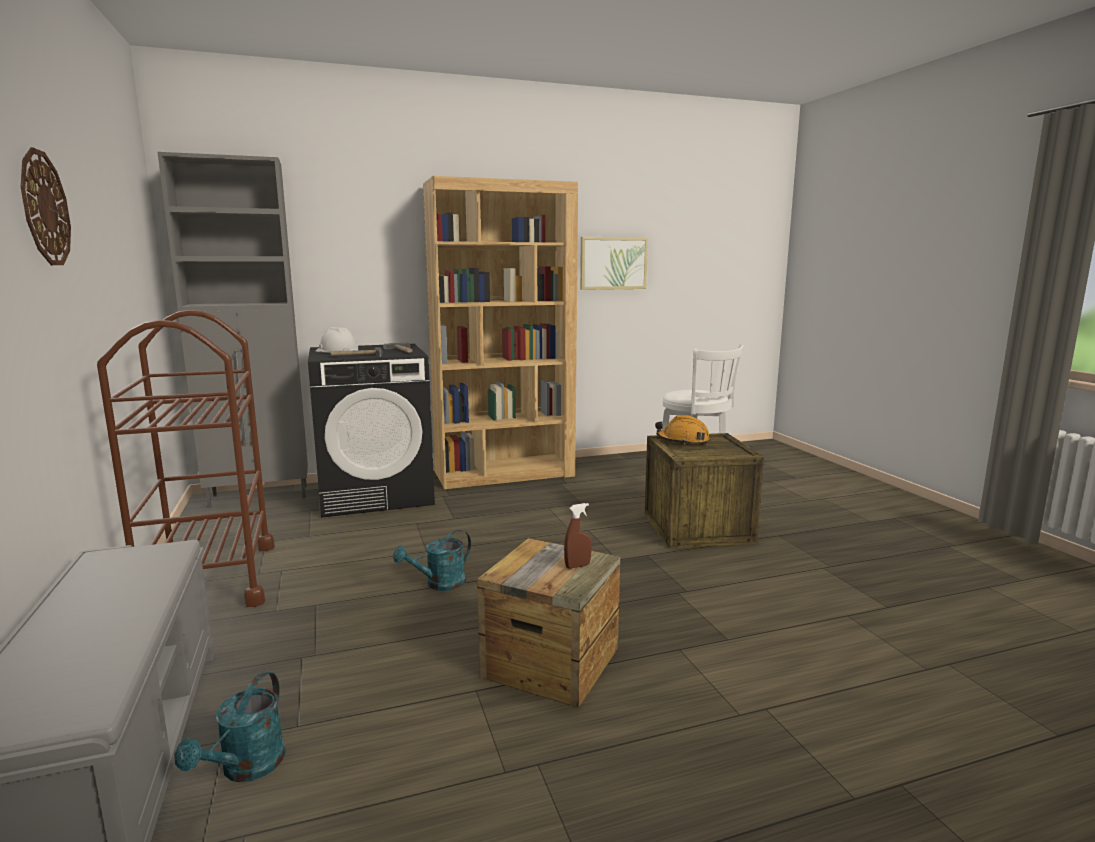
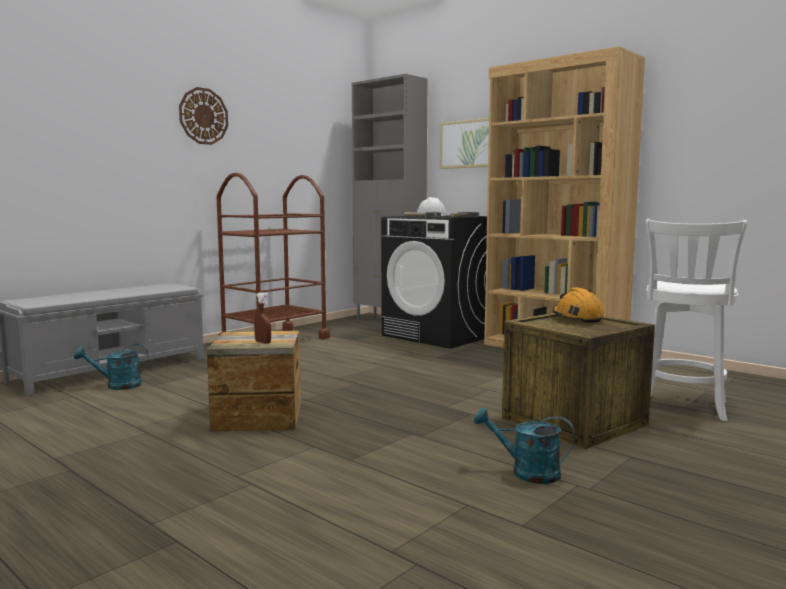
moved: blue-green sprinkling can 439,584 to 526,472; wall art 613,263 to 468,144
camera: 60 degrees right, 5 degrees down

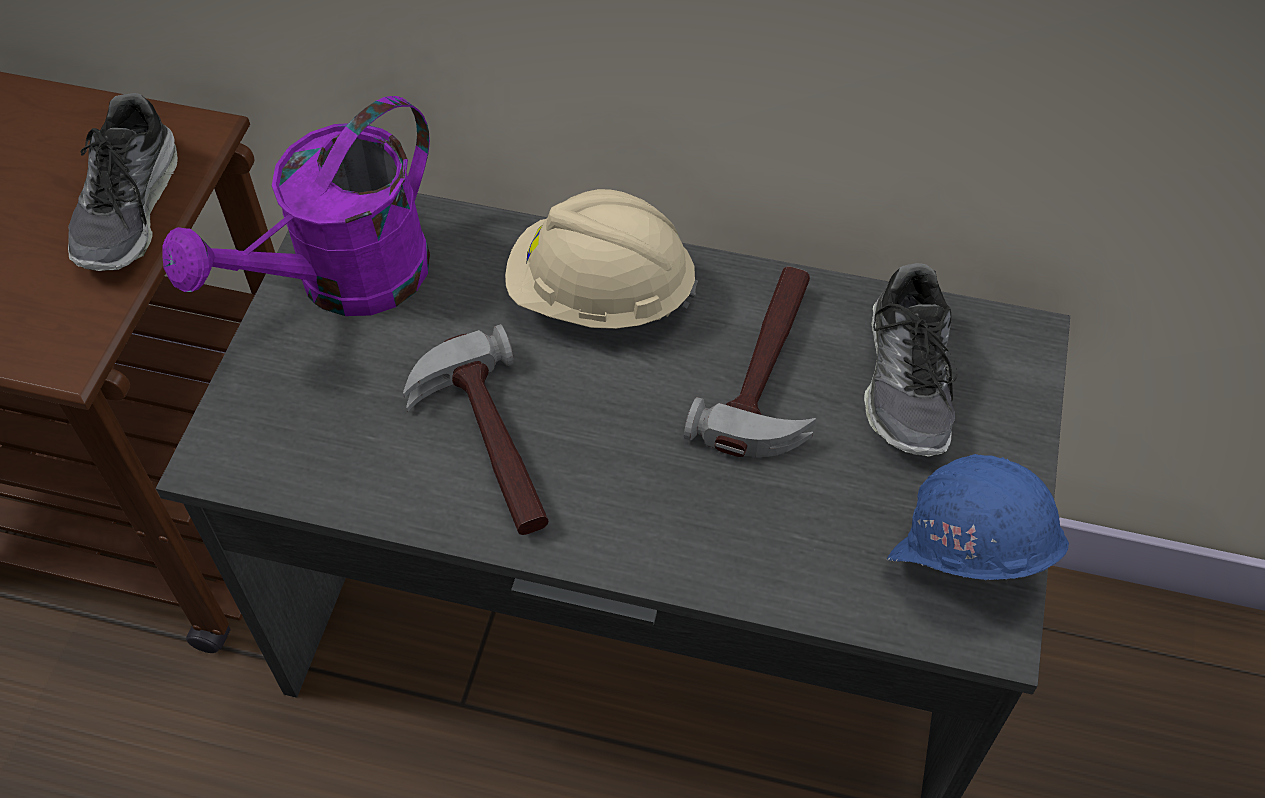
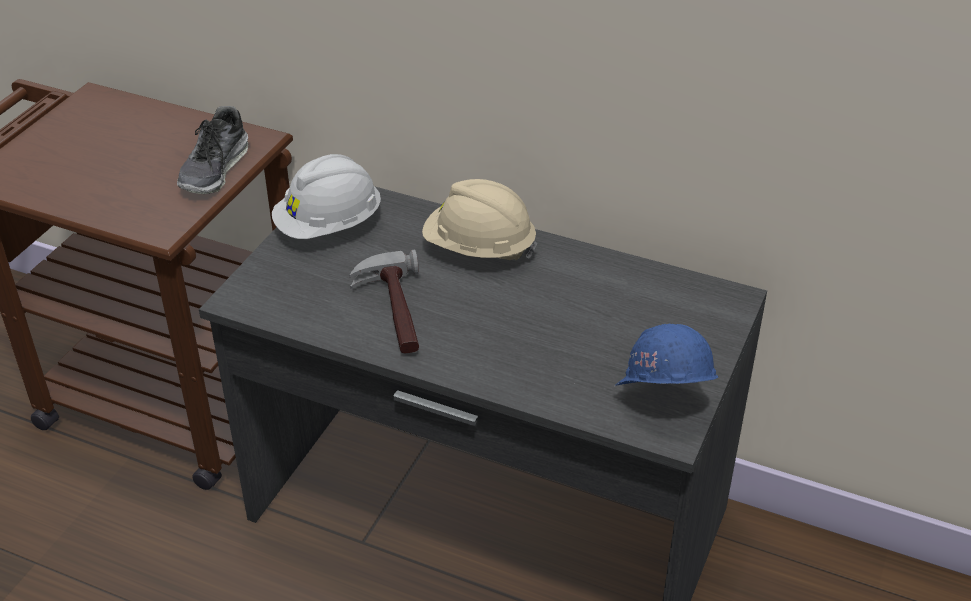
removed: hammer 772,373; item of footwear 907,381
replaced: purplish sprinkling can 344,283 to whitish hard hat 329,226
camera: 10 degrees right, 15 degrees down

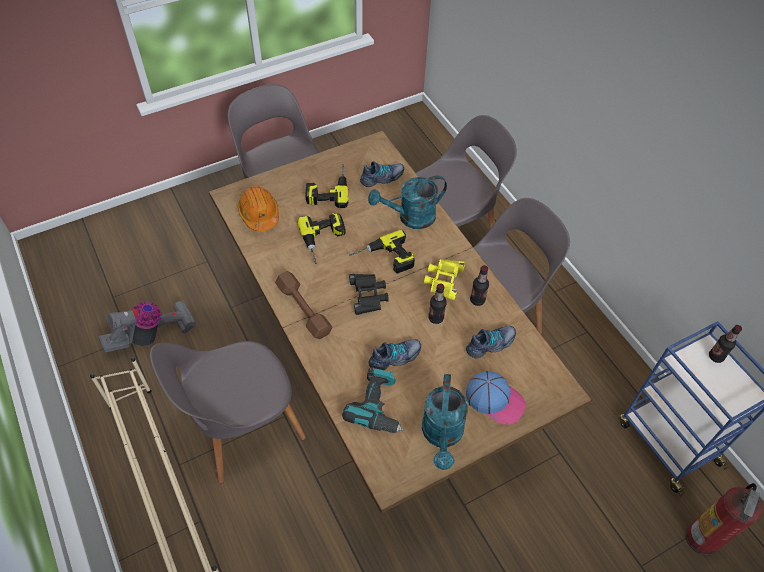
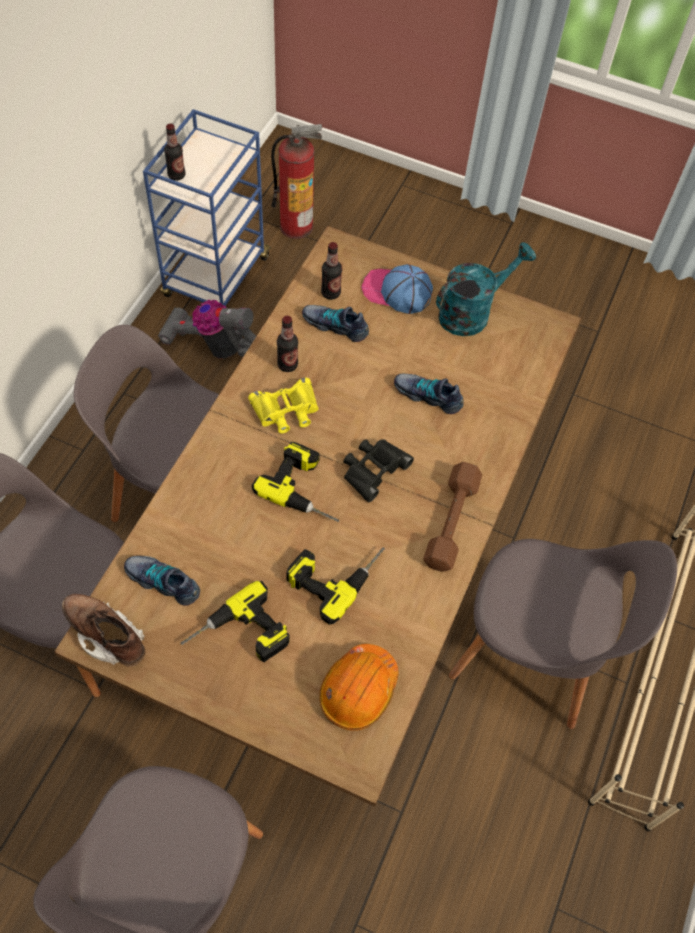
removed: power drill 378,406; blue-green sprinkling can 410,218
added: brown-coloured tall boot 106,635
moved: vacuum cleaner 152,336 to 216,346; bottle 436,318 to 330,293
turned: baseball cap 495,400 = 396,292 60 degrees counterclockwise
camera: 130 degrees left, 5 degrees up

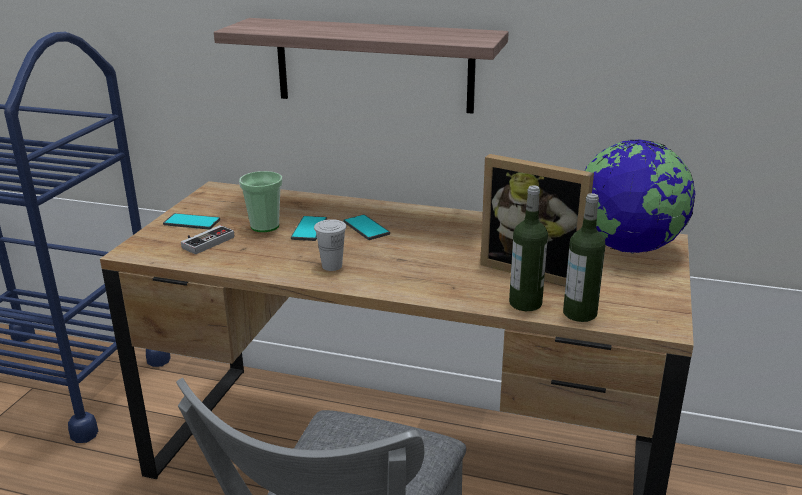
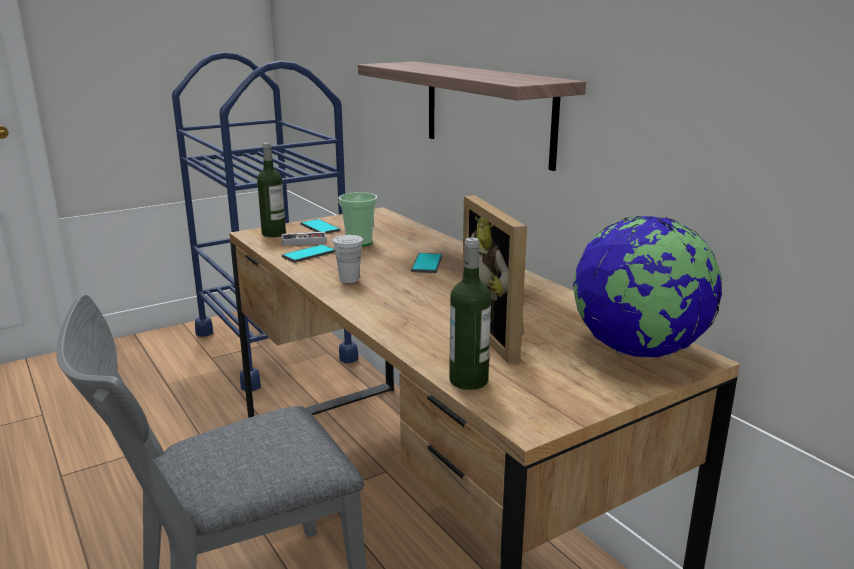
moved: phone 309,229 to 309,254; bottle 525,303 to 273,233
camera: 40 degrees right, 5 degrees down

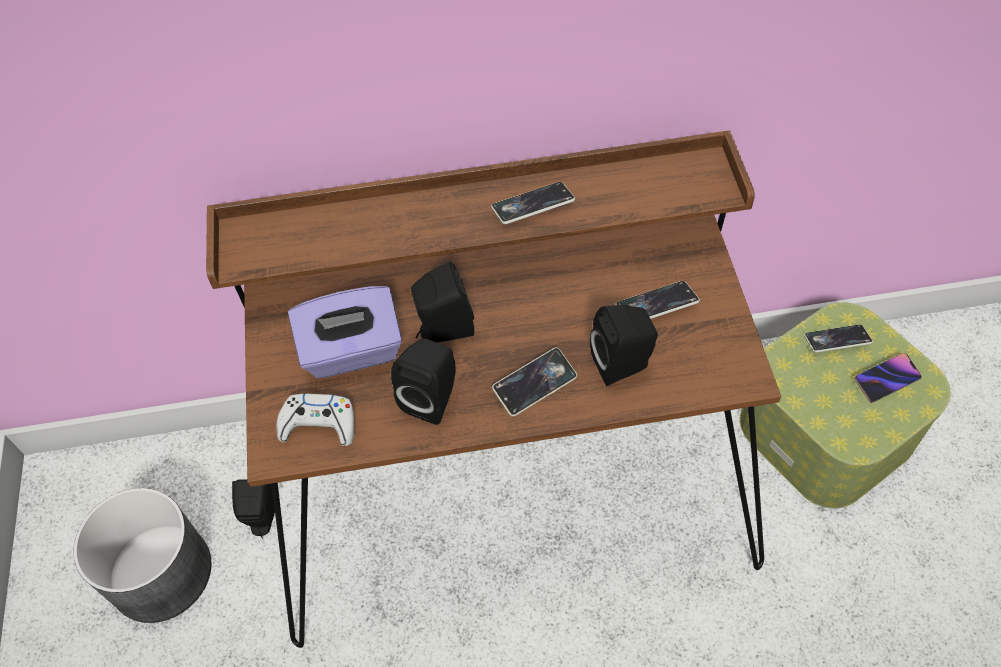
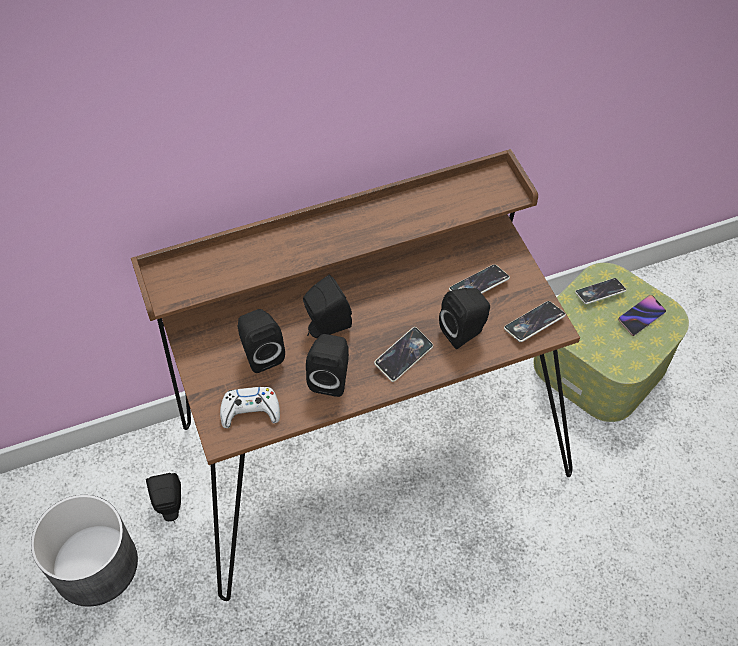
moved: phone 533,206 to 534,323
replaced: purplish box of tissues 352,352 to black audio speaker 261,353
camera: 15 degrees left, 0 degrees up

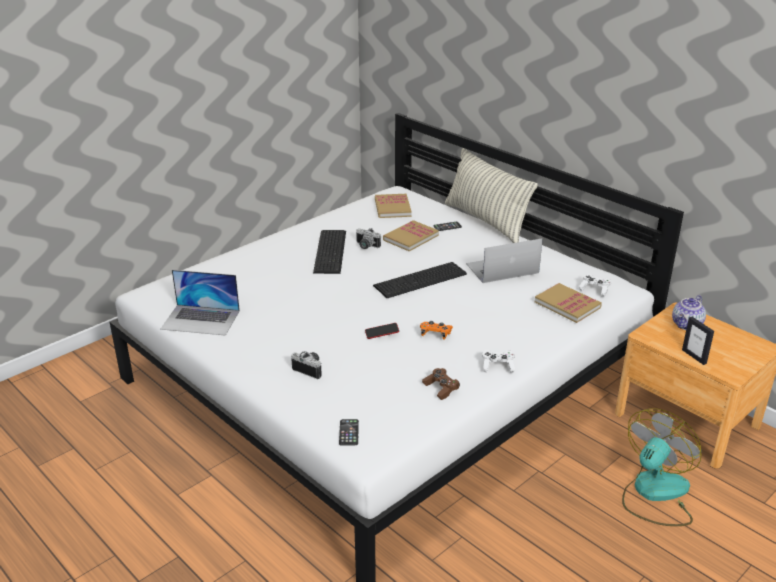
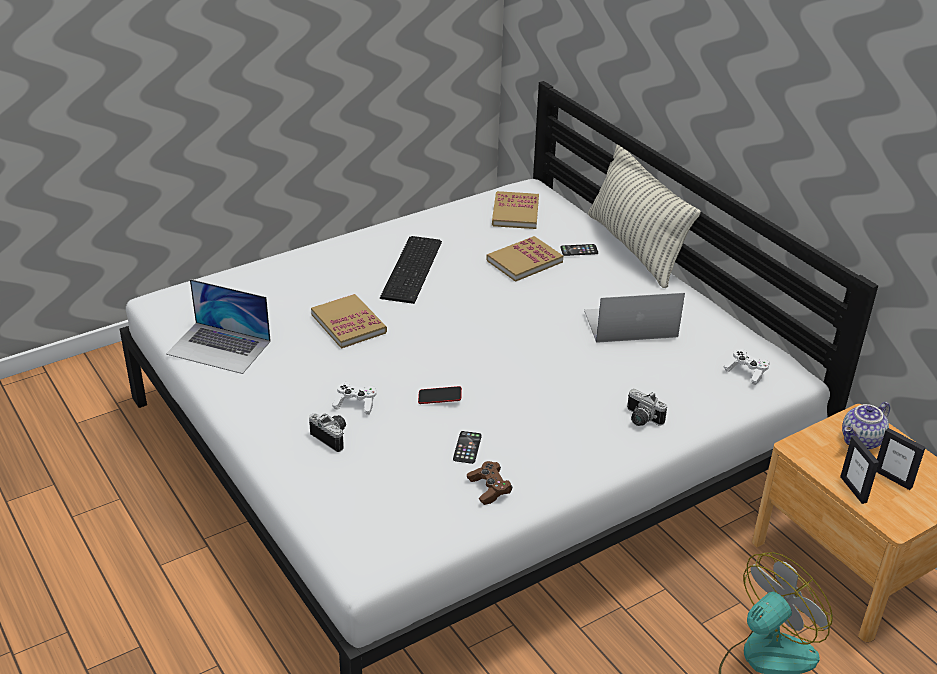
removed: keyboard 422,280; orangey joypad 435,334
added: standing frame 893,478
moved: phone 349,432 to 467,447; photo camera 366,246 to 641,419; whitish joypad 497,366 to 355,404; volume 567,305 to 348,323
camera: 10 degrees right, 5 degrees up

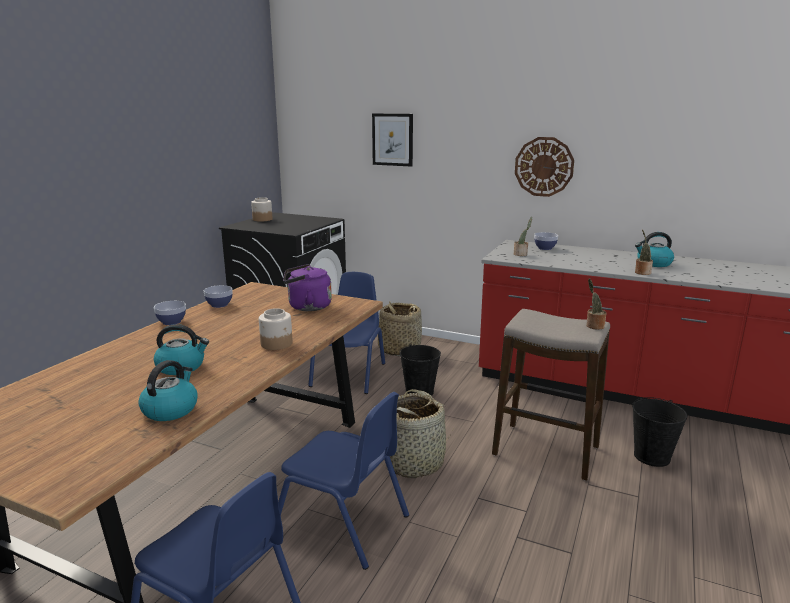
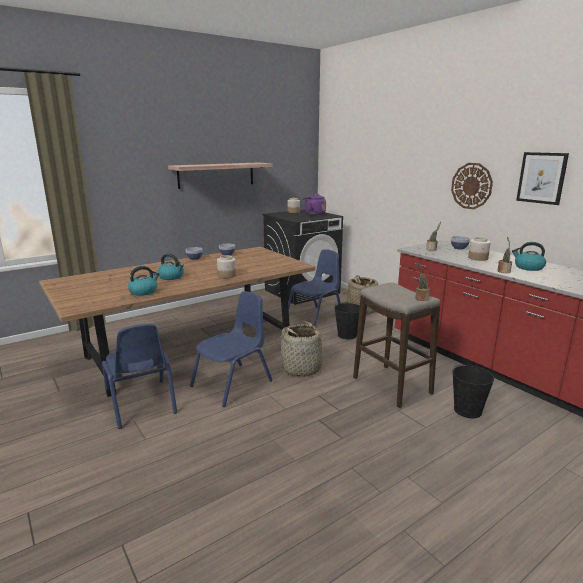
added: shelf 216,175; storage jar 478,258
moved: purplish tea kettle 307,307 to 313,214; wall art 392,139 to 541,178
turned: blue-coloured upright chair 342,524 = 233,384 105 degrees counterclockwise
camera: 30 degrees right, 0 degrees up

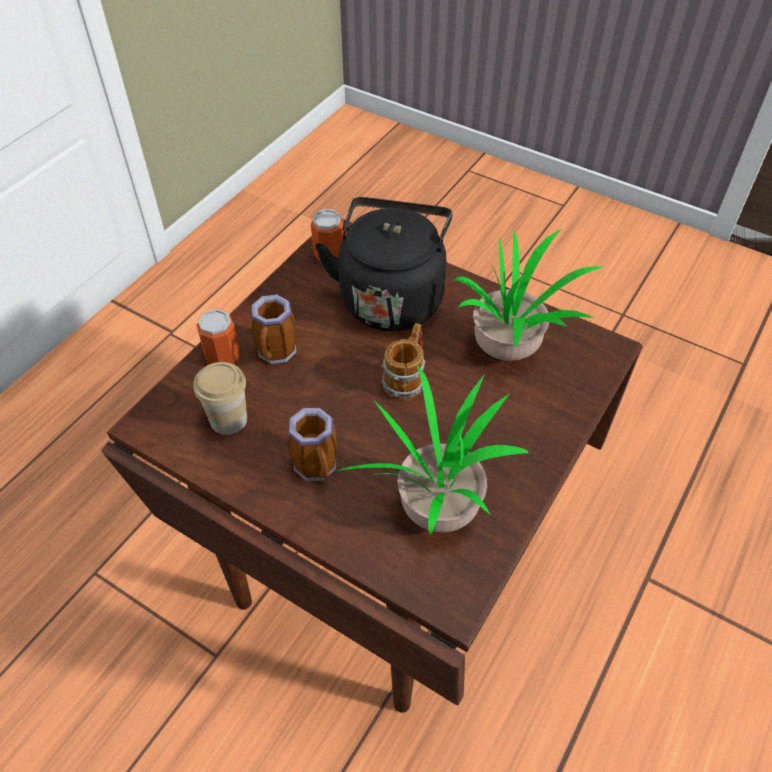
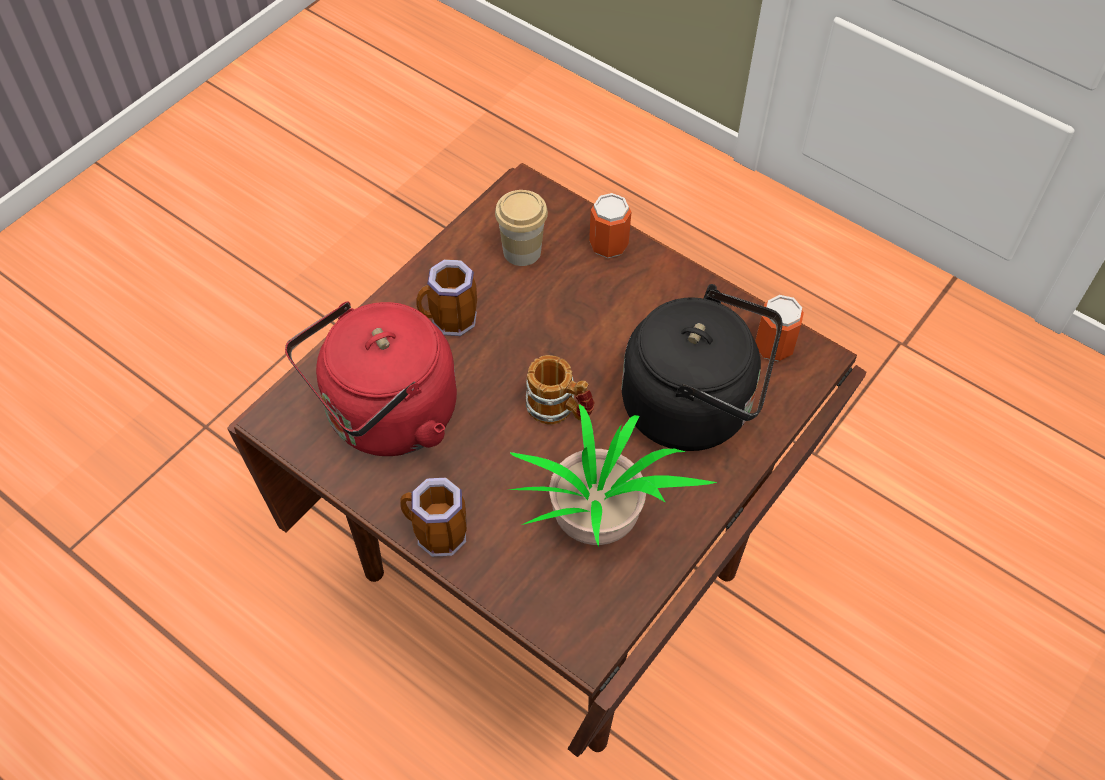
moved: tea mug 277,354 to 436,536
replaced: plant in a pot 435,505 to red tea kettle 386,418
camera: 95 degrees right, 5 degrees up

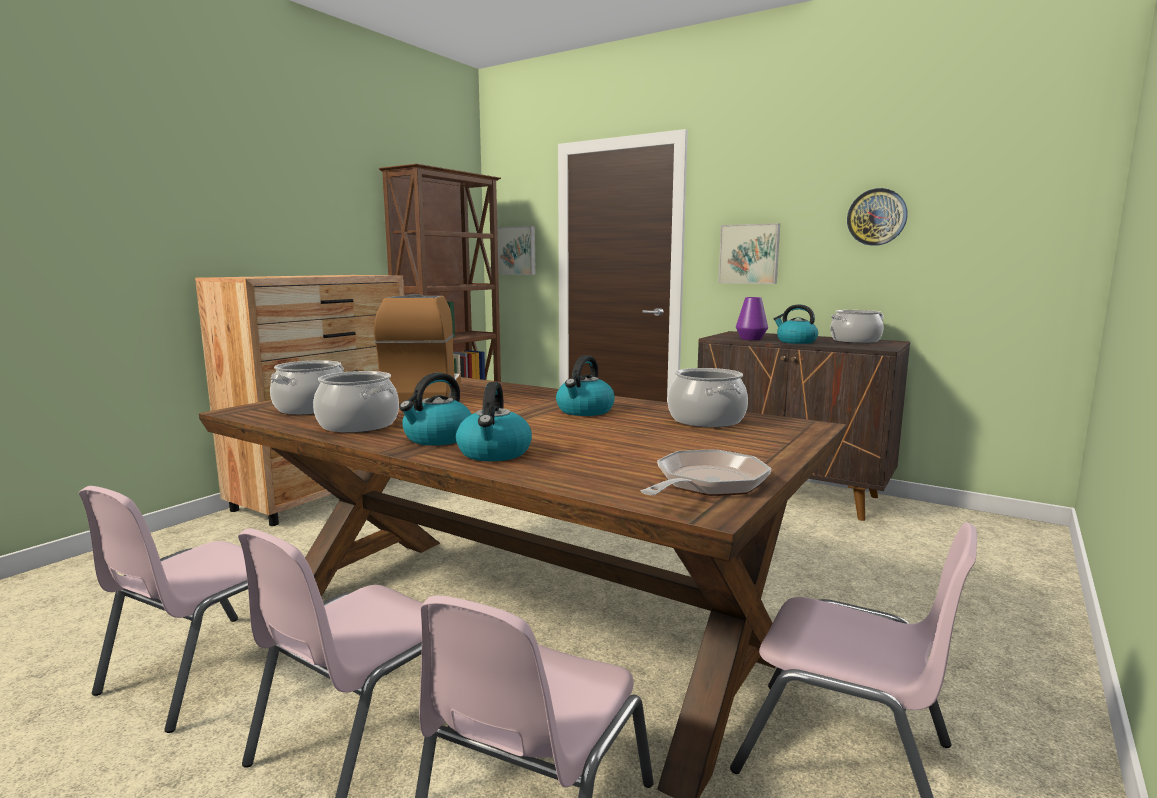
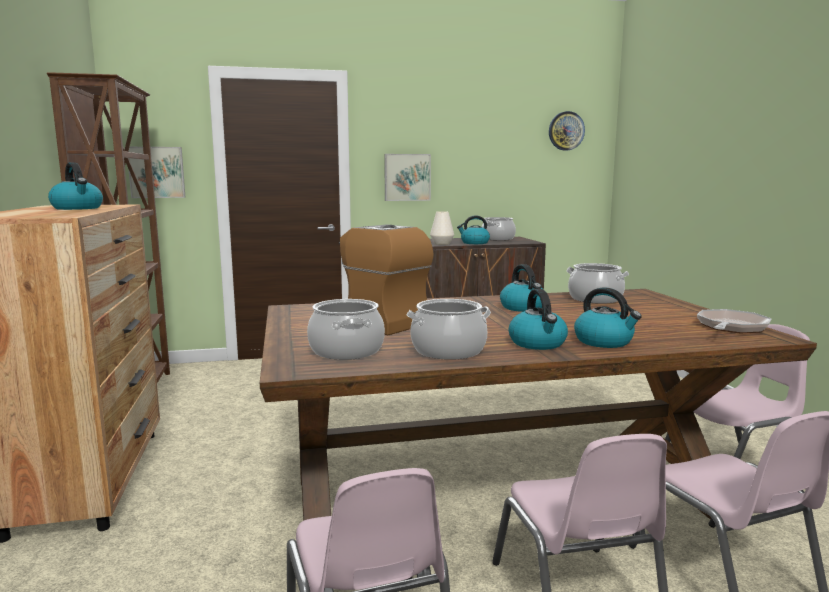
added: tea kettle 78,208
moved: hanging clock 877,217 to 566,131
recoloured: purplish vase 751,339 to whitish vase 441,243
turned: pan 706,484 = 731,328 45 degrees clockwise
camera: 45 degrees left, 0 degrees up

